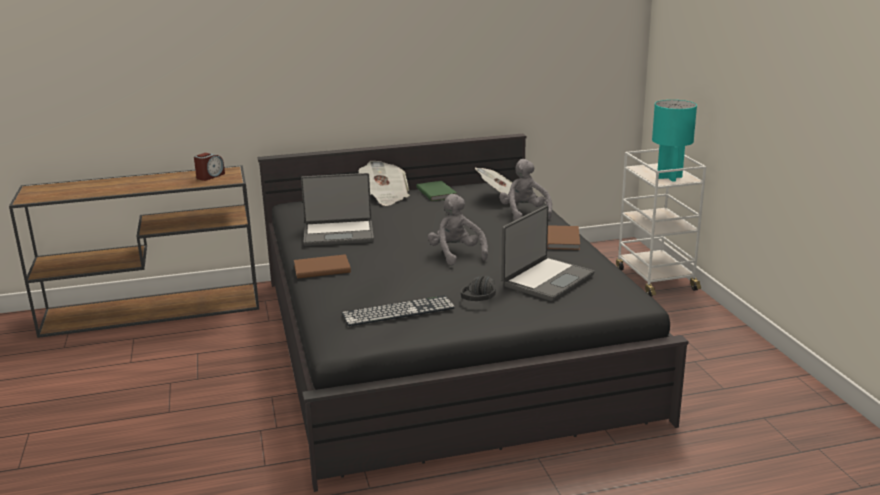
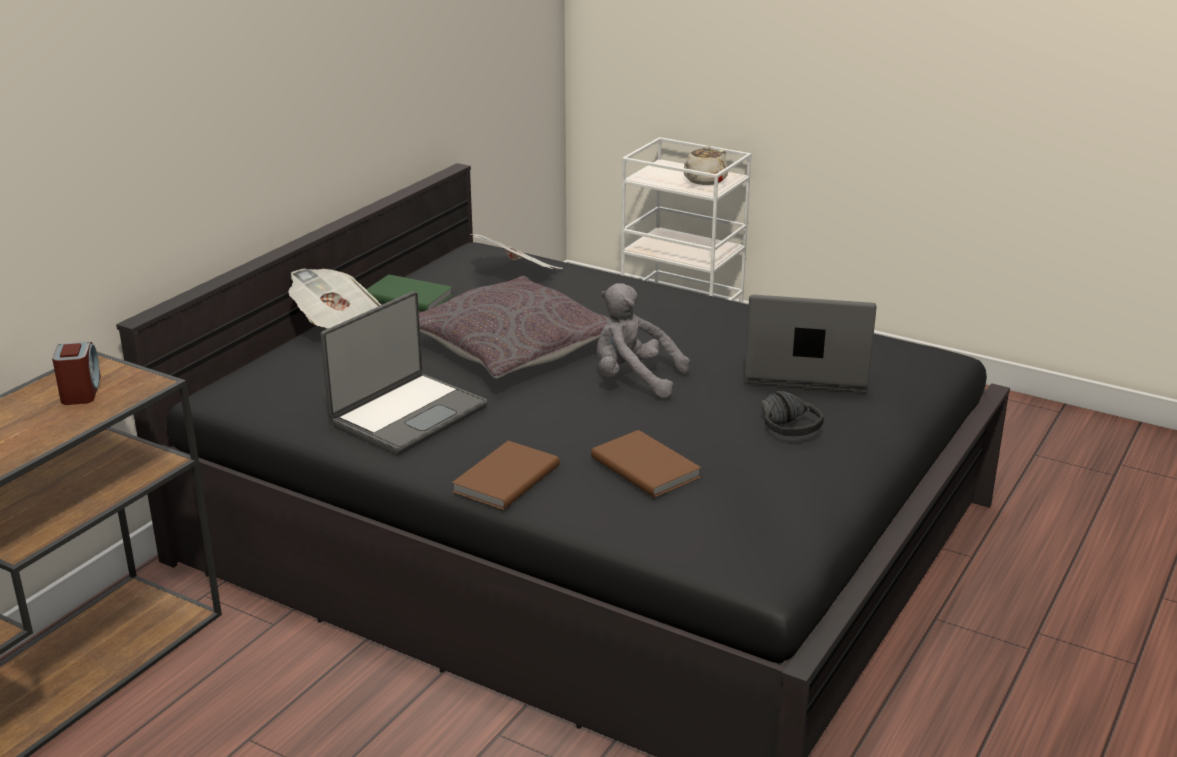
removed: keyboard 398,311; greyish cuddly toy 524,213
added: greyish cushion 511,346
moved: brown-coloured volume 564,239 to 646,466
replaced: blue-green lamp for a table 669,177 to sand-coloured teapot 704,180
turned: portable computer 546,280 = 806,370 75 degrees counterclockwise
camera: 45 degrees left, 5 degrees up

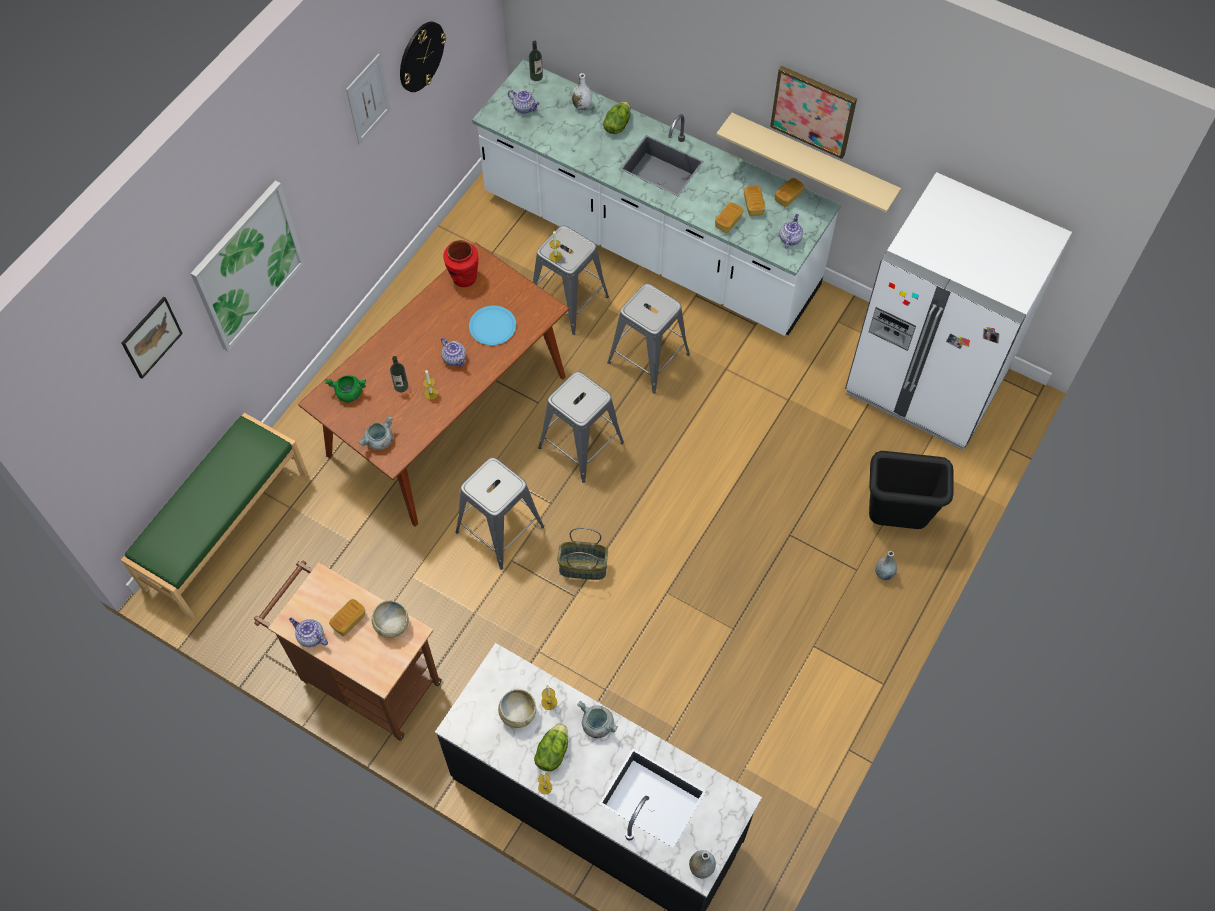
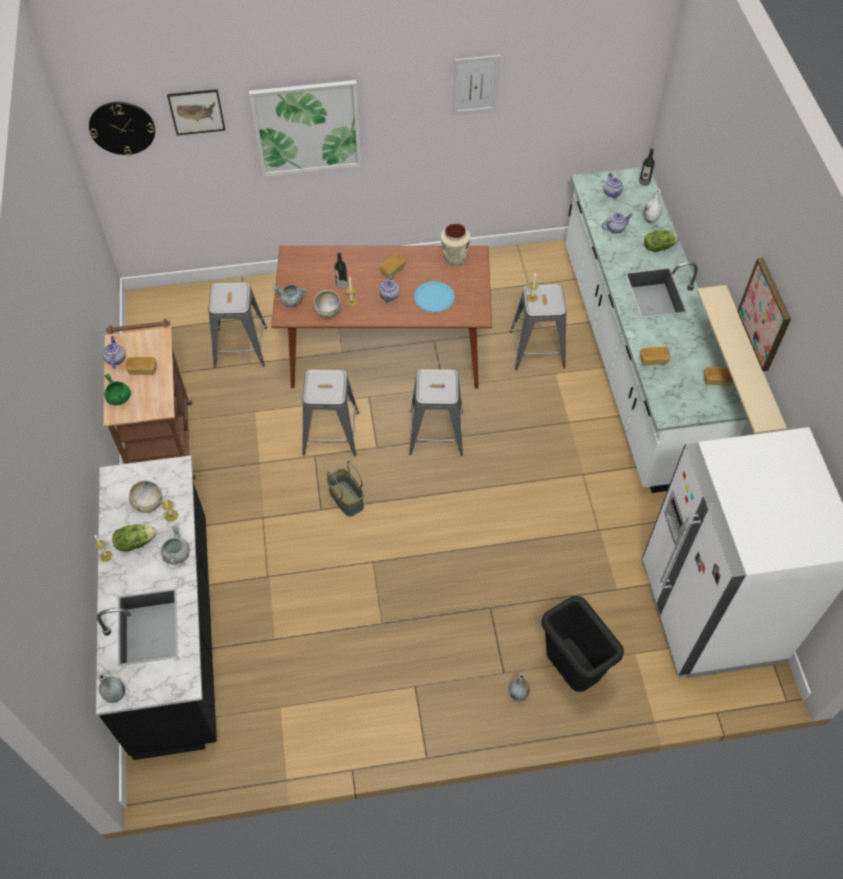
removed: green bench 225,530
moved: green cooking pot 348,394 to 118,398; sand-coloured bowl 391,625 to 328,312; hanging clock 421,56 to 122,127; greyish sitting stool 649,358 to 241,347; bakery bread 753,205 to 393,270; teapot 789,238 to 615,228
recoloured: red vase 464,278 to sand-coloured vase 454,258
camera: 50 degrees right, 5 degrees down

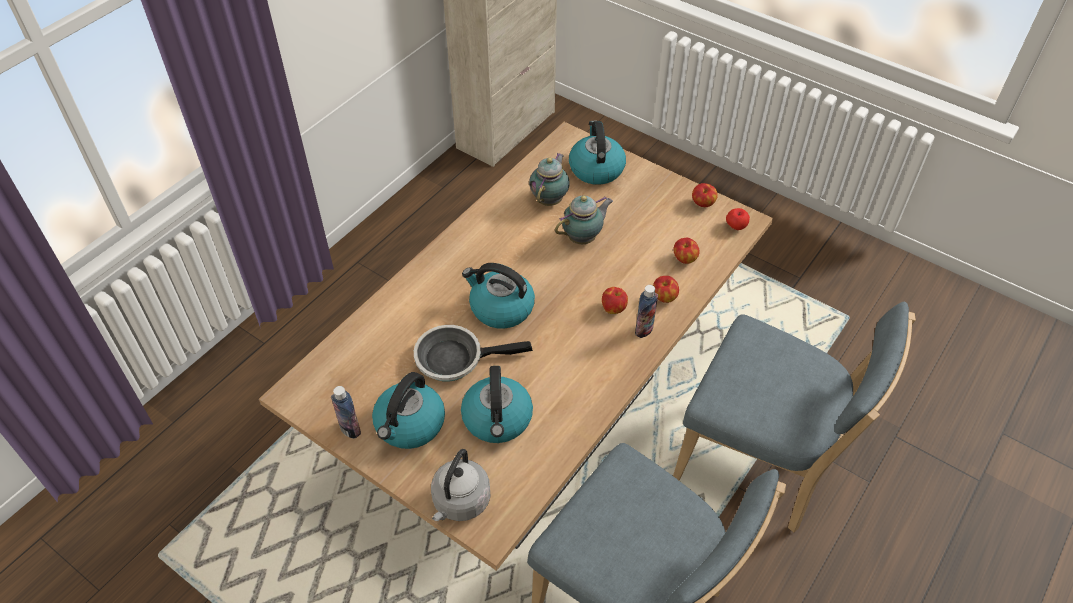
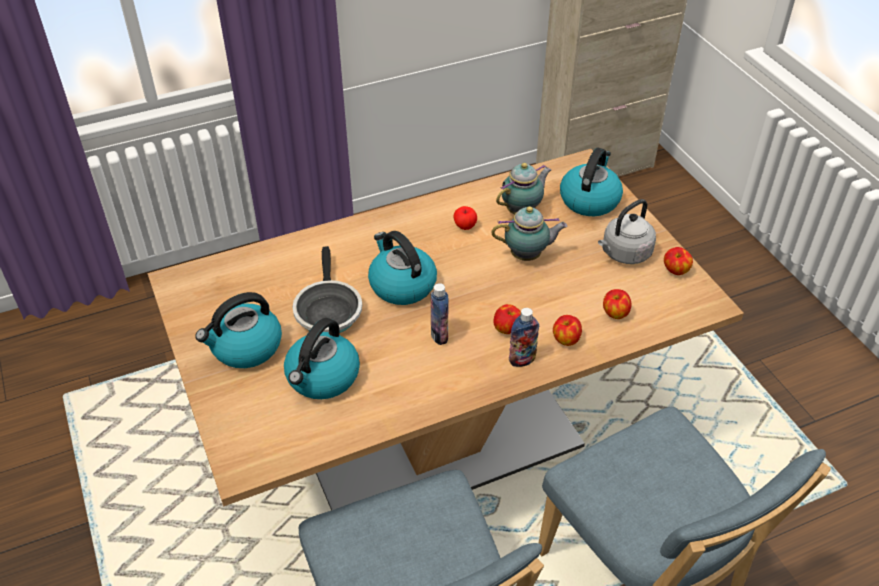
moved: bottle 350,429 to 439,335; greyish tea kettle 460,502 to 624,254; whole apple 736,226 to 465,226
turned: pan 455,358 = 327,310 120 degrees counterclockwise
camera: 30 degrees right, 5 degrees down

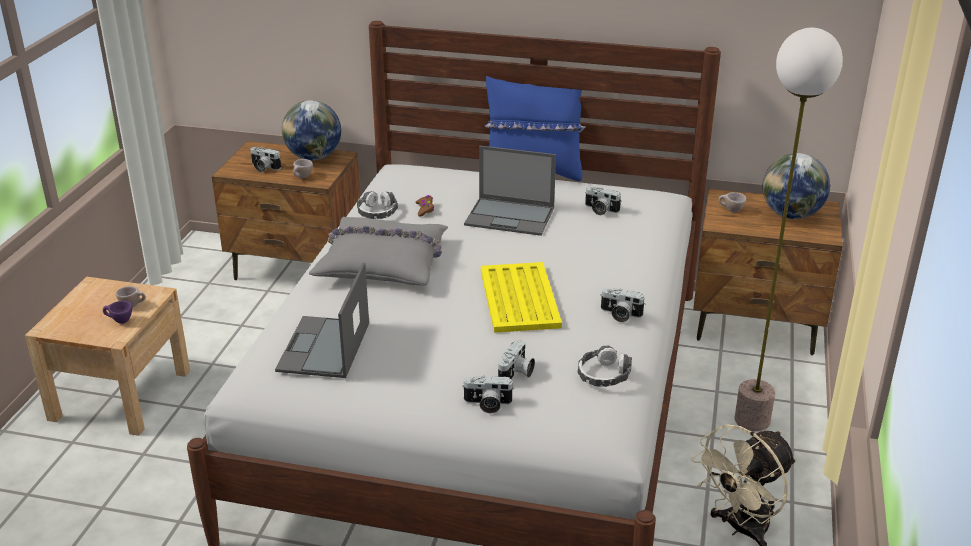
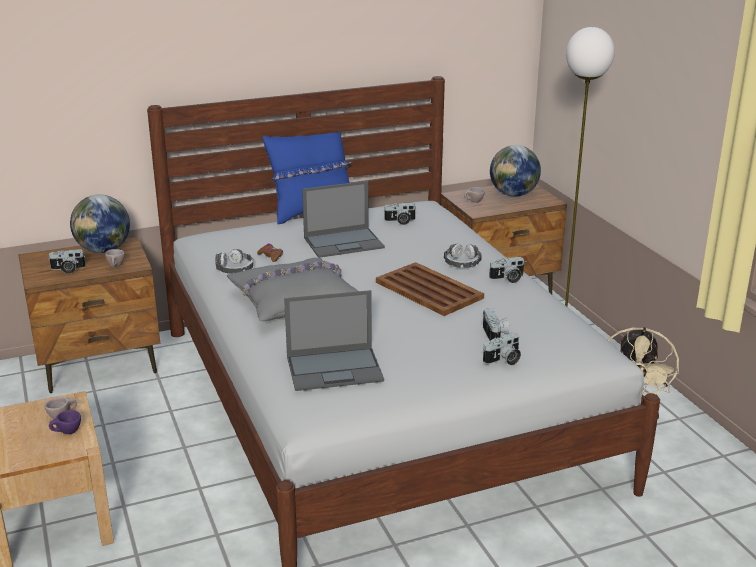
moved: pair of headphones 603,375 to 462,263
recoloured: yellowish serving tray 519,297 to brown-coloured serving tray 428,289
turned: portable computer 324,348 = 335,368 75 degrees counterclockwise
camera: 35 degrees left, 5 degrees down

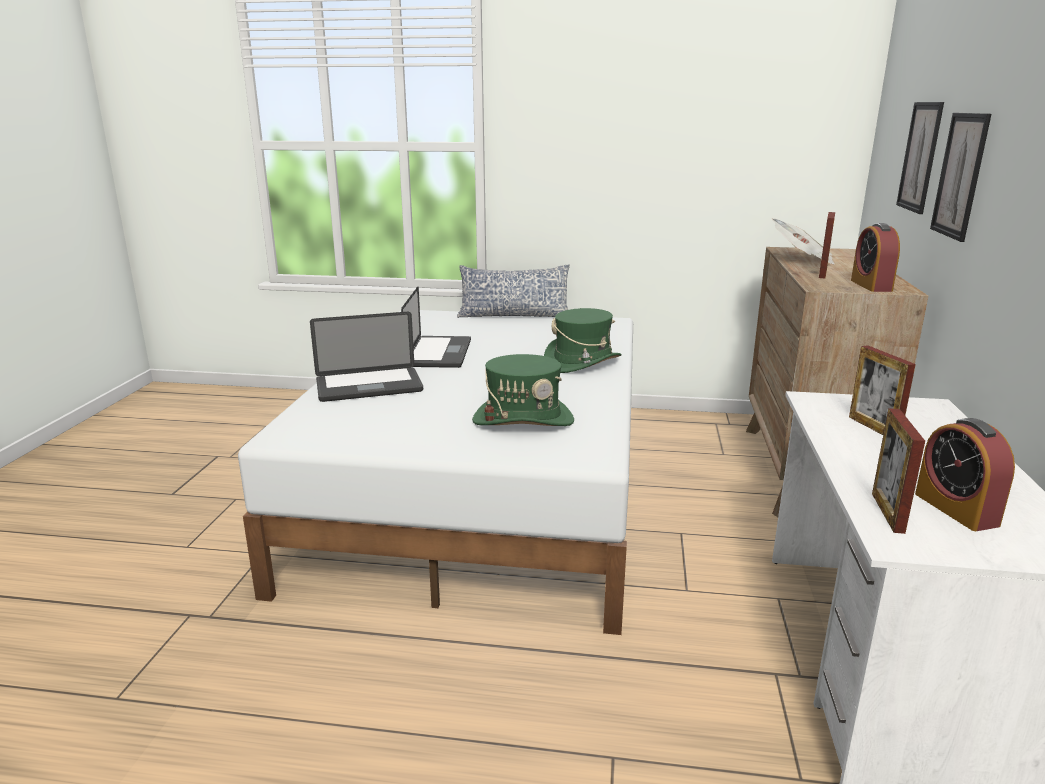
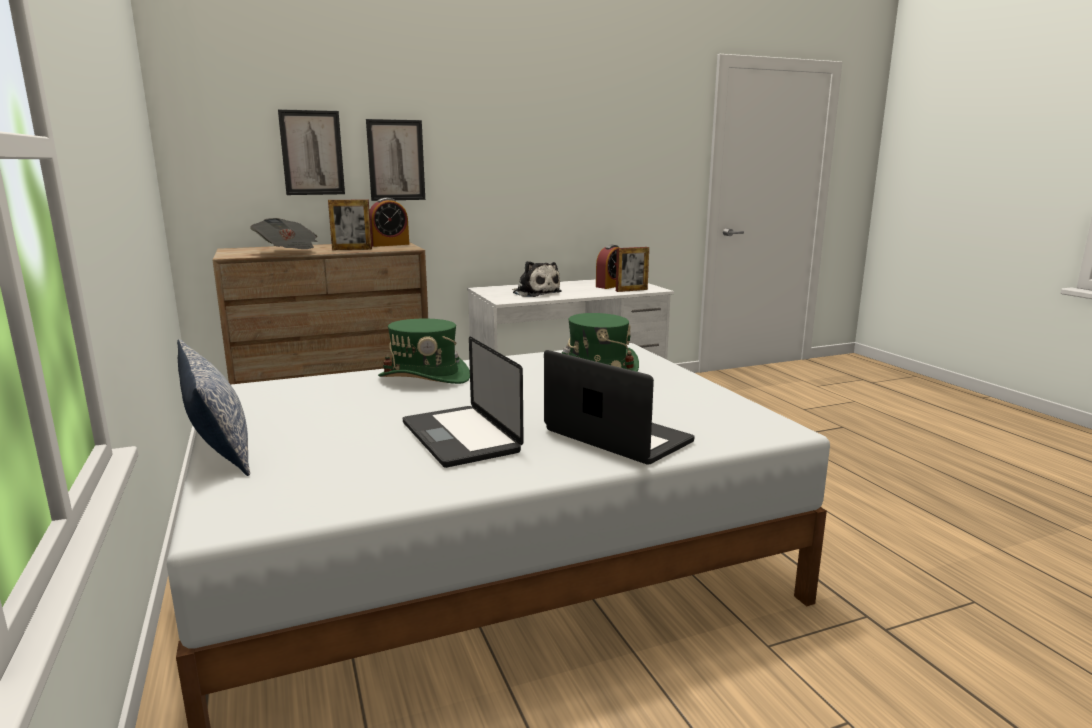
replaced: standing frame 873,428 to cuddly toy 535,293
turned: portable computer 439,353 = 460,437 90 degrees counterclockwise
camera: 120 degrees left, 5 degrees down

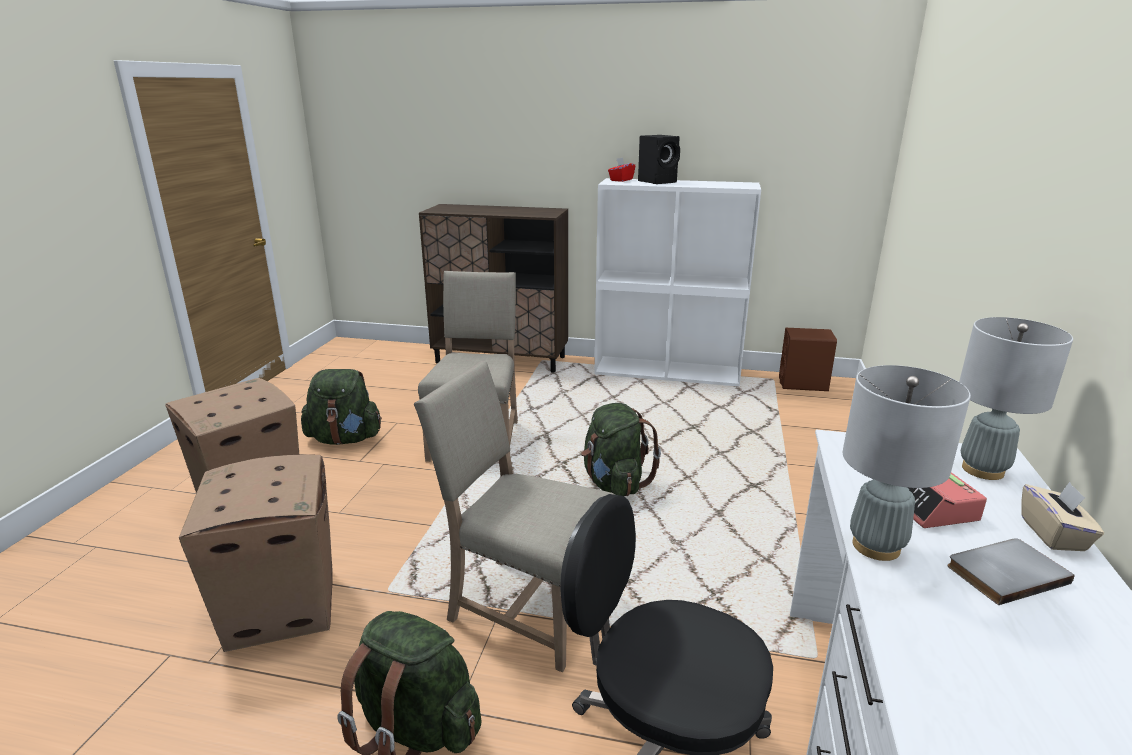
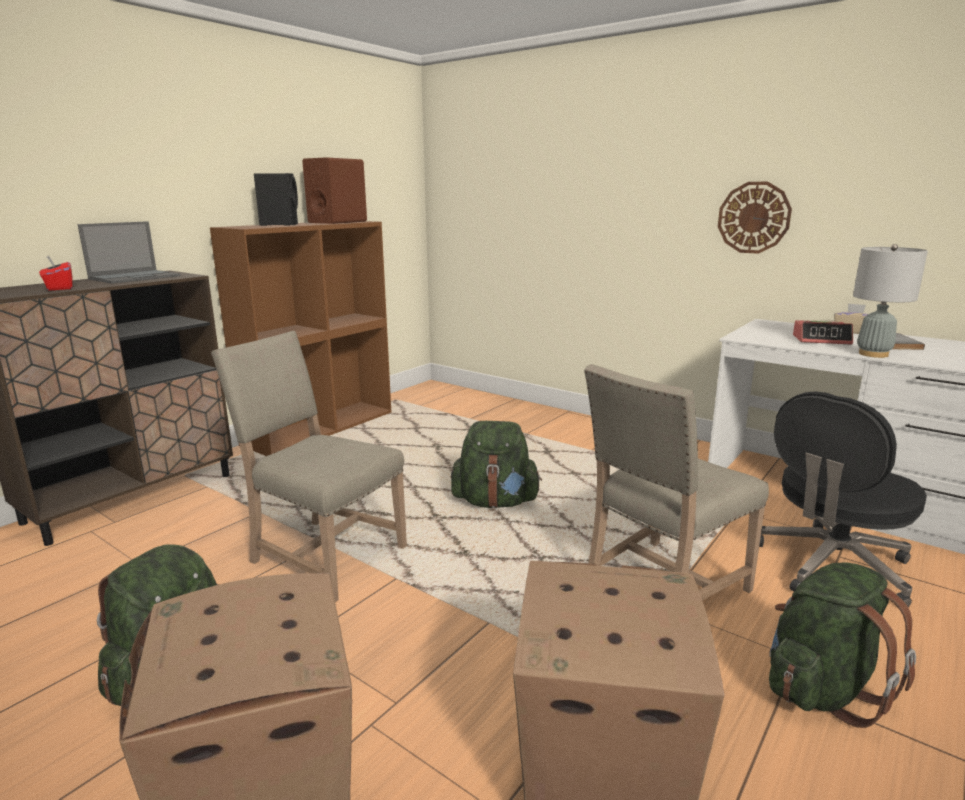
removed: greyish lamp for a table 983,470
added: portable computer 136,277; hanging clock 753,217
moved: red box of tissues 621,180 to 59,288; brown-coloured audio speaker 803,384 to 338,222
recoloured: whitish bookcase 668,372 to brown-coloured bookcase 320,428
camera: 65 degrees left, 5 degrees down

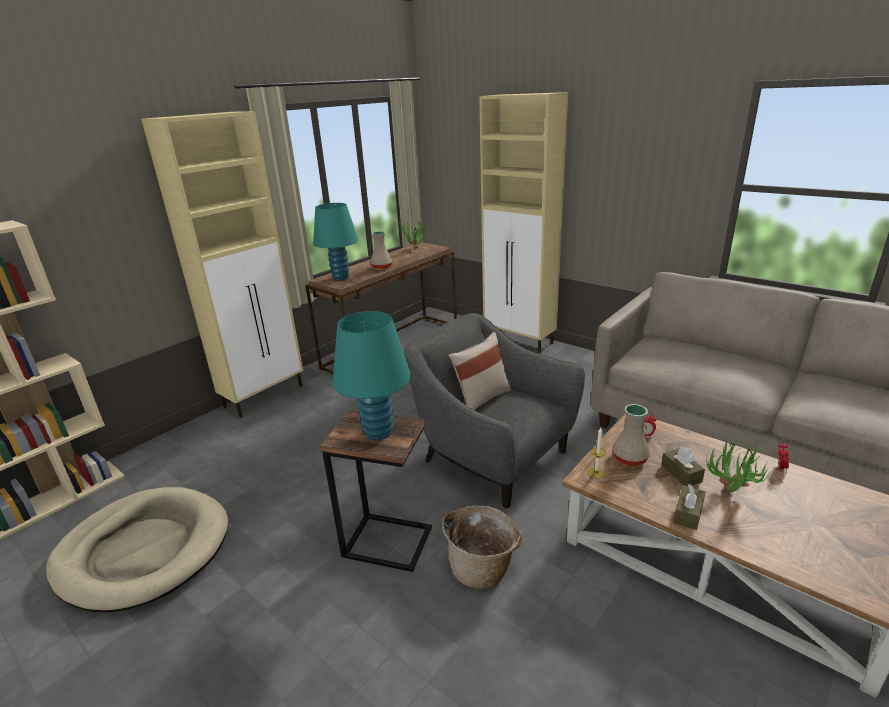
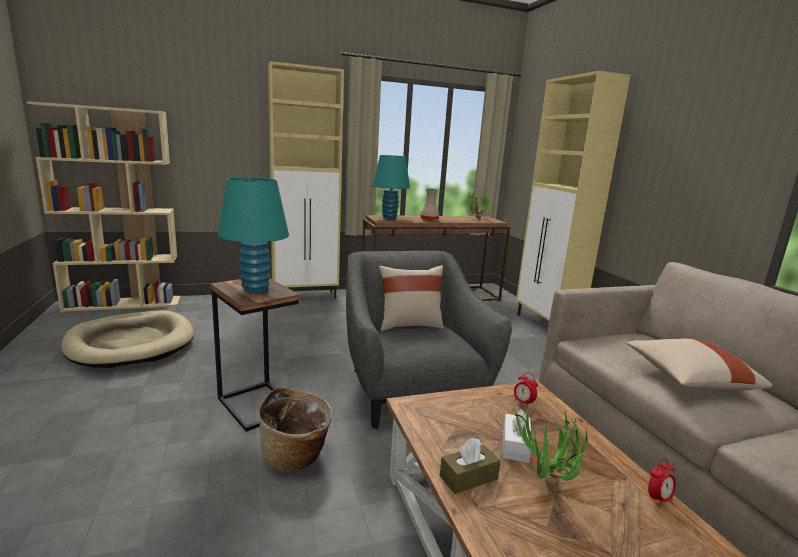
removed: candle 596,473; sand-coloured vase 630,458
added: sand-coloured cushion 688,379
recoloured: brown-coloured box of tissues 681,473 to whitish box of tissues 515,446
camera: 30 degrees right, 10 degrees down

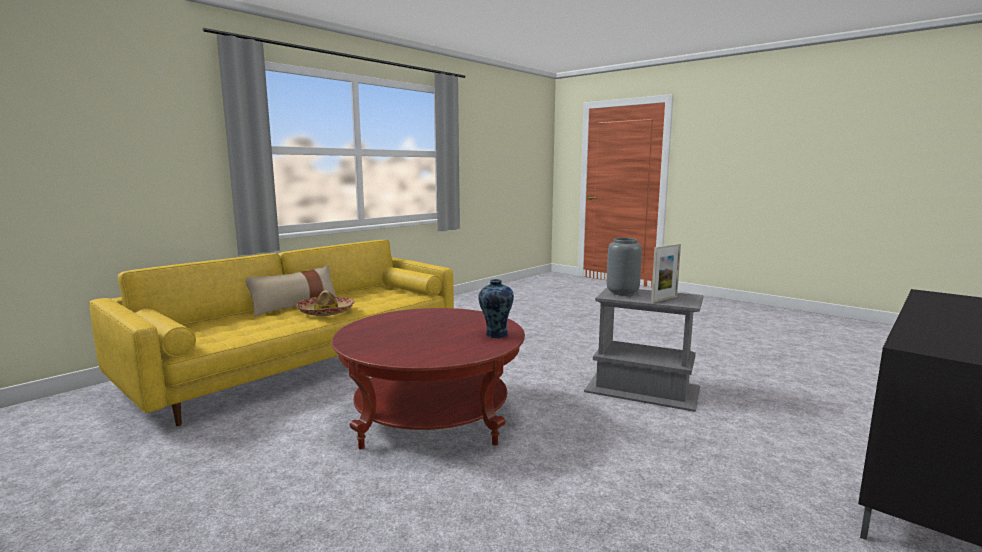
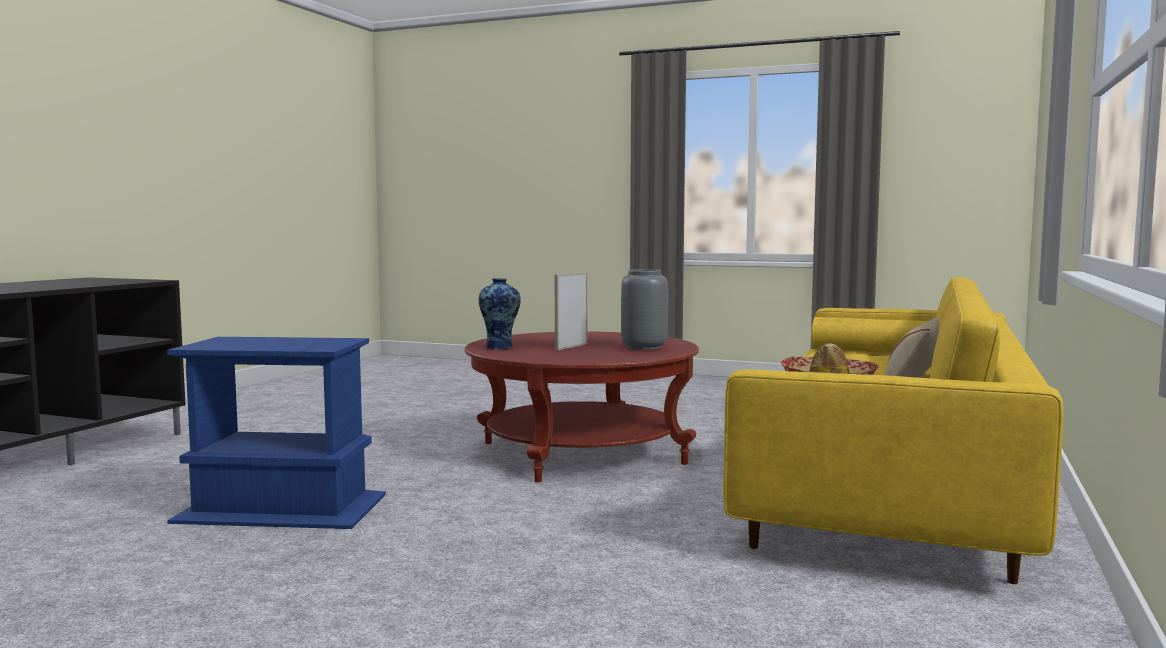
moved: greyish vase 623,293 to 643,347; standing frame 664,299 to 571,347
recoloured: greyish end table 641,389 to blue-coloured end table 284,508
camera: 160 degrees right, 5 degrees down

